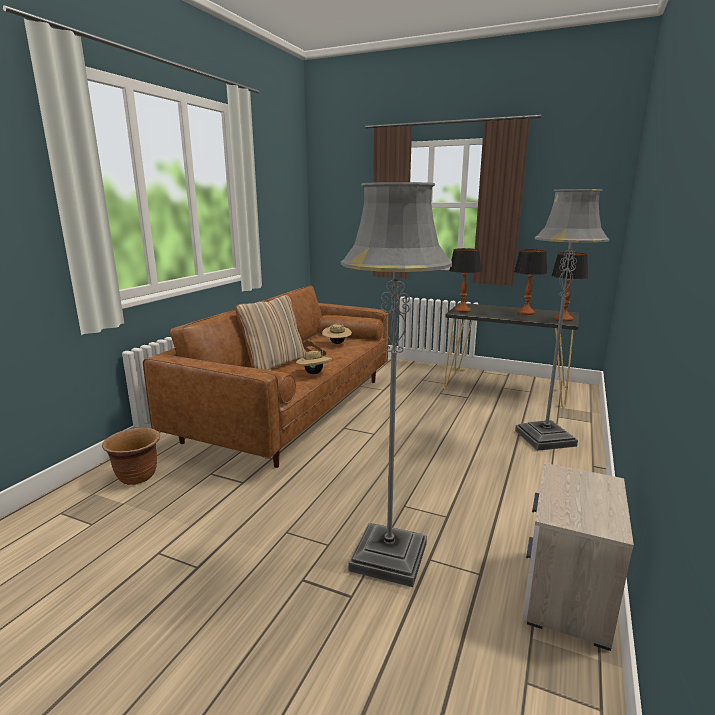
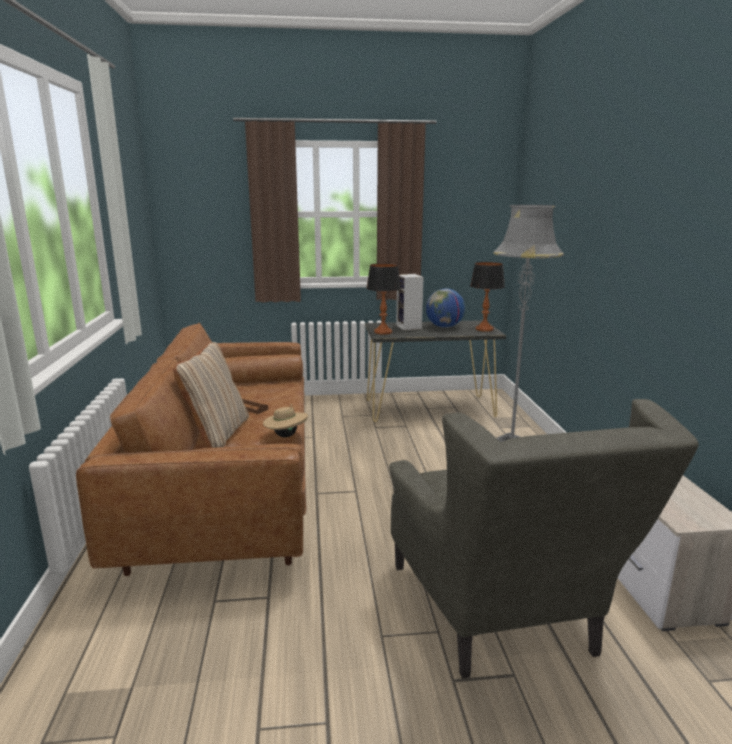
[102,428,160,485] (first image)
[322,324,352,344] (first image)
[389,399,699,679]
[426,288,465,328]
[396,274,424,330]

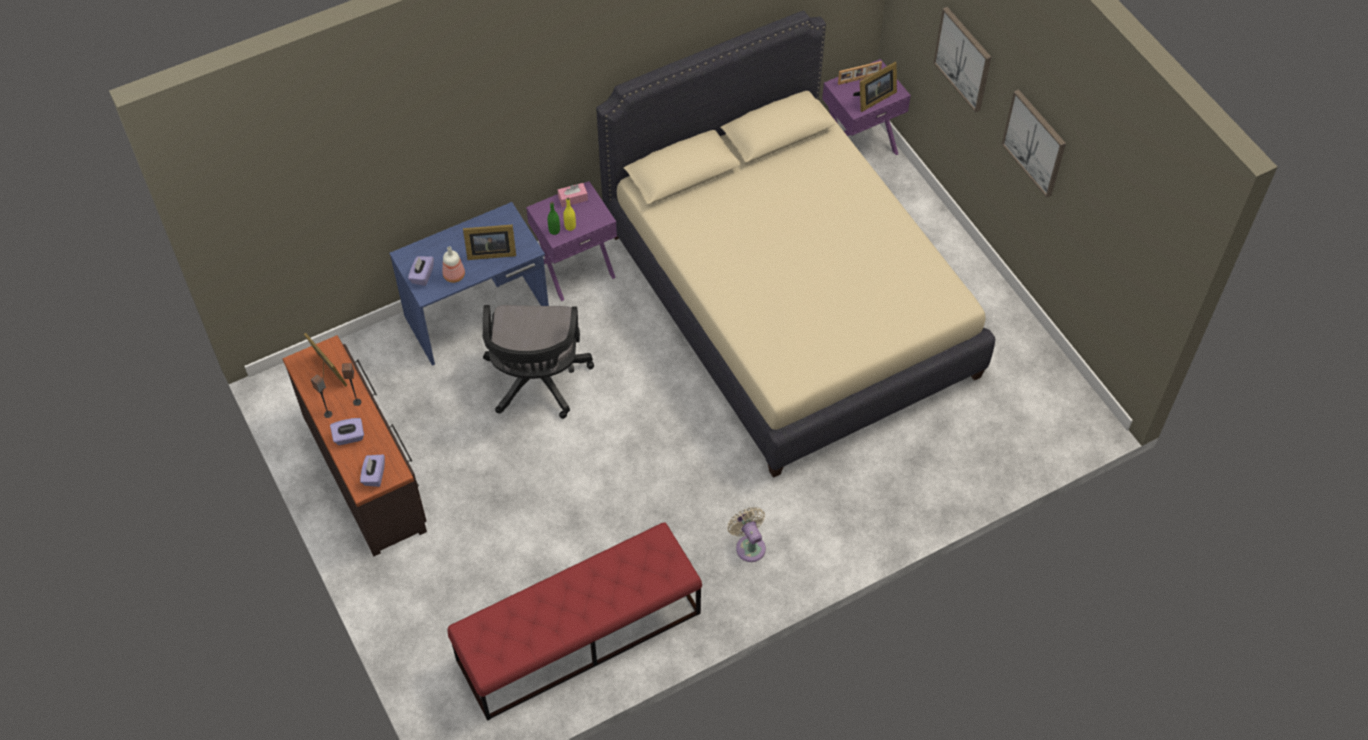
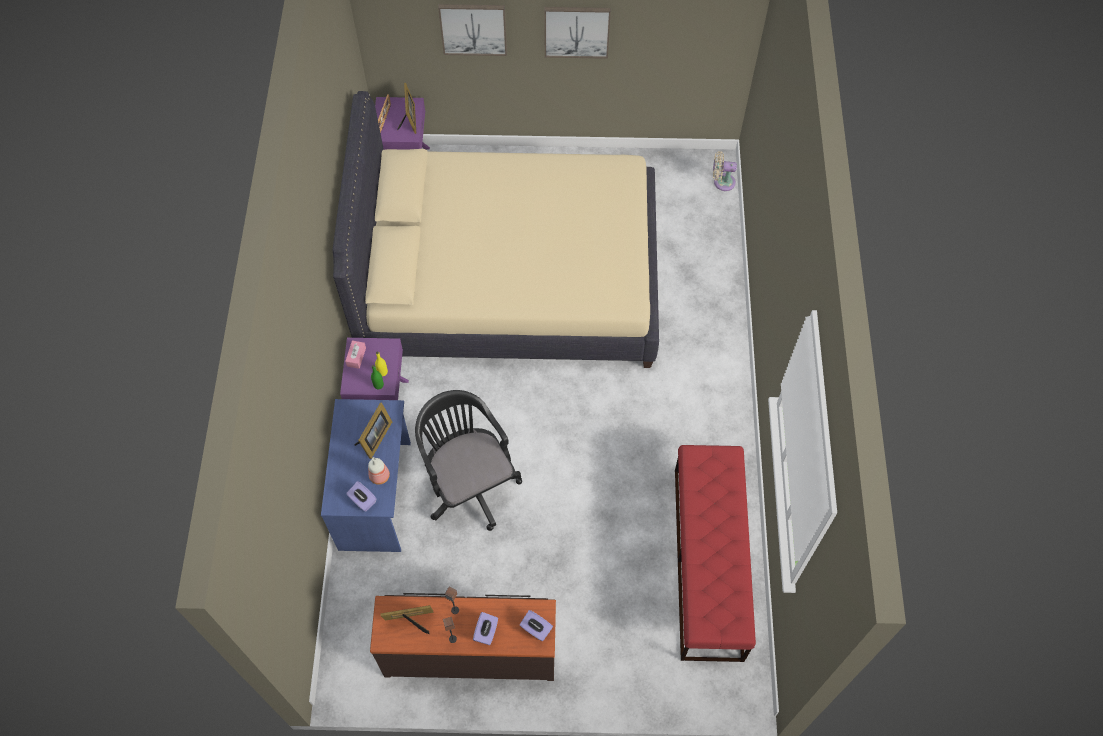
[415,390,522,531]
[713,151,737,191]

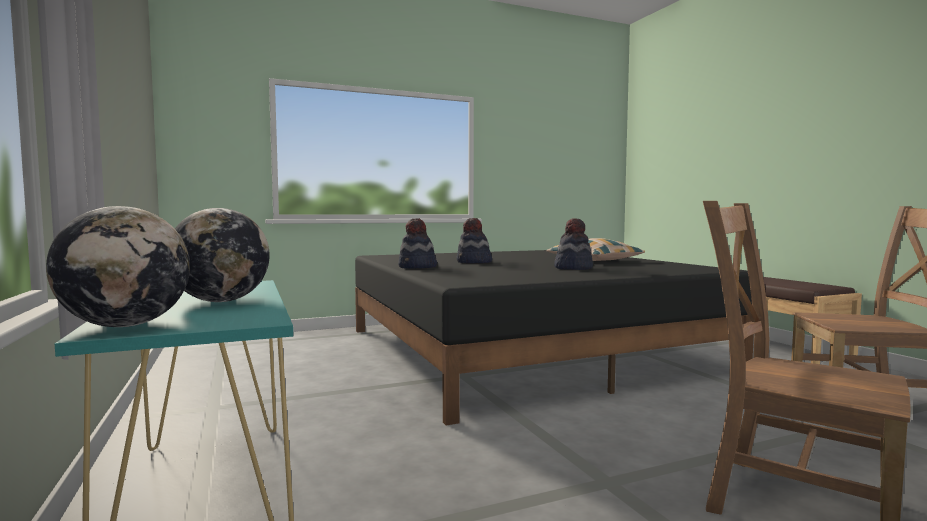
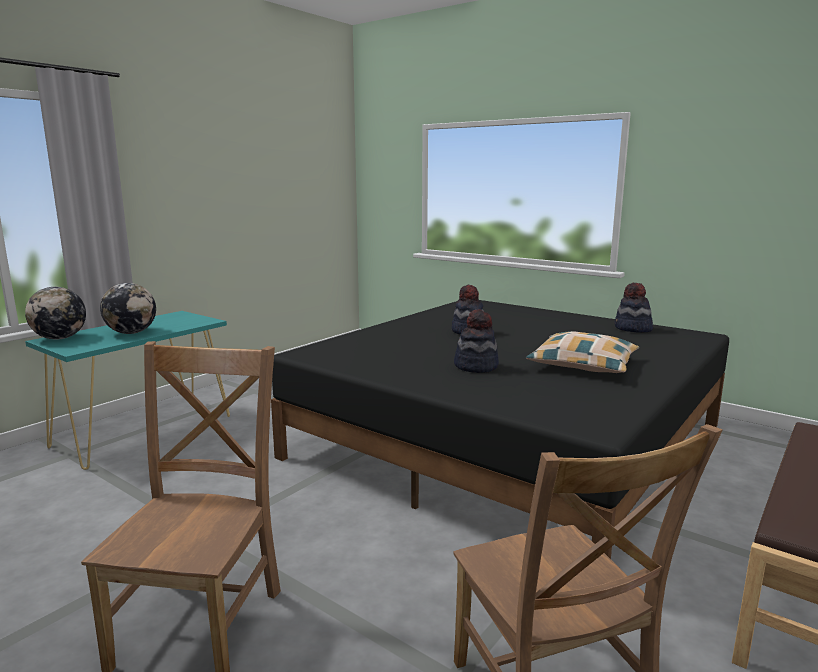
[614,283,653,332]

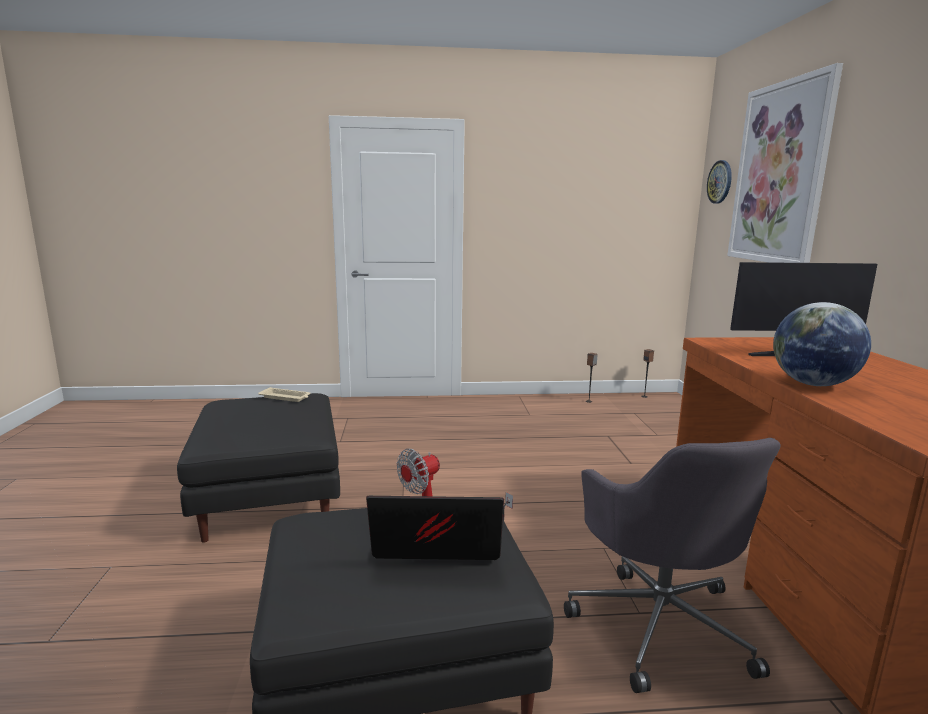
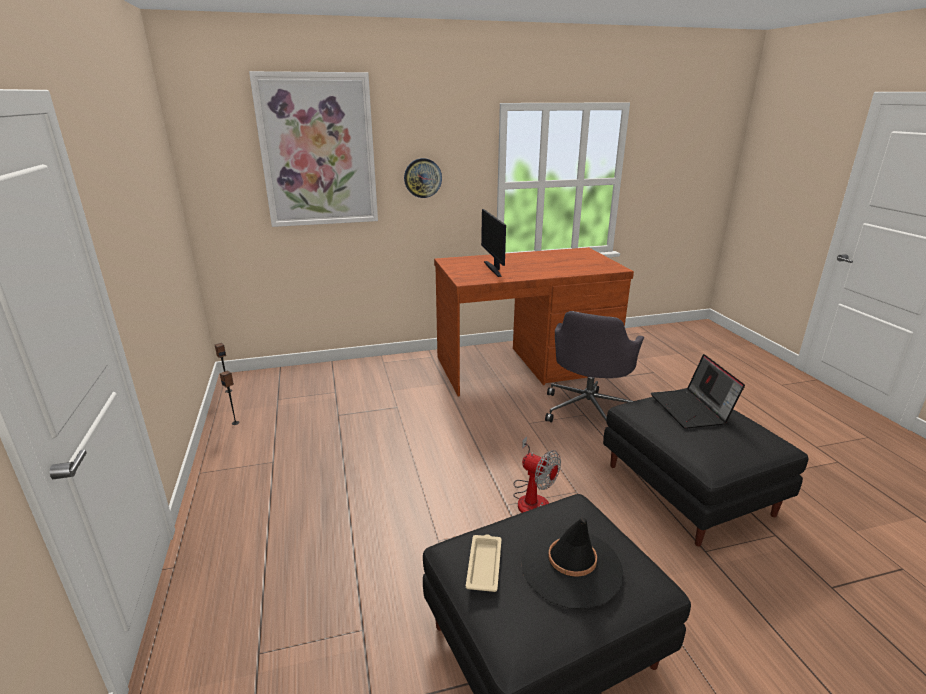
[545,311,644,422]
[404,158,442,198]
[773,302,871,386] (first image)
[522,518,623,609]

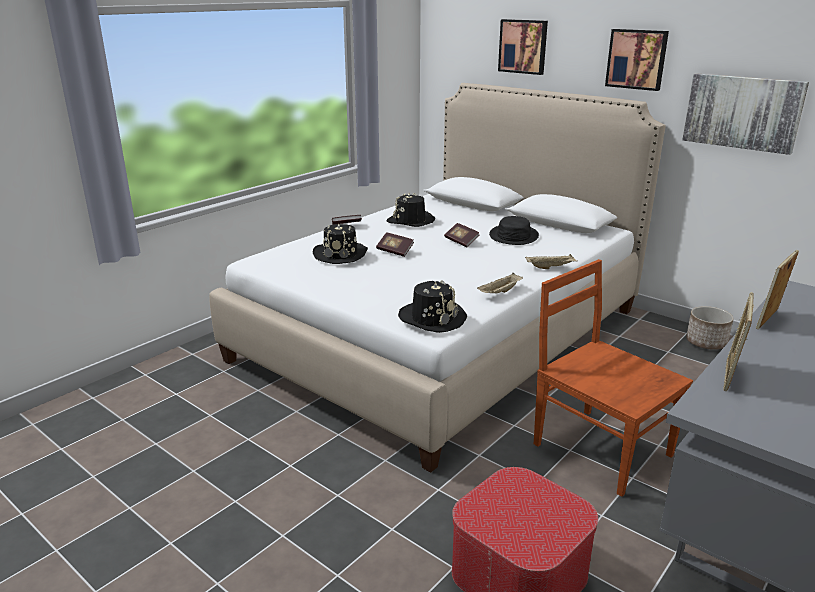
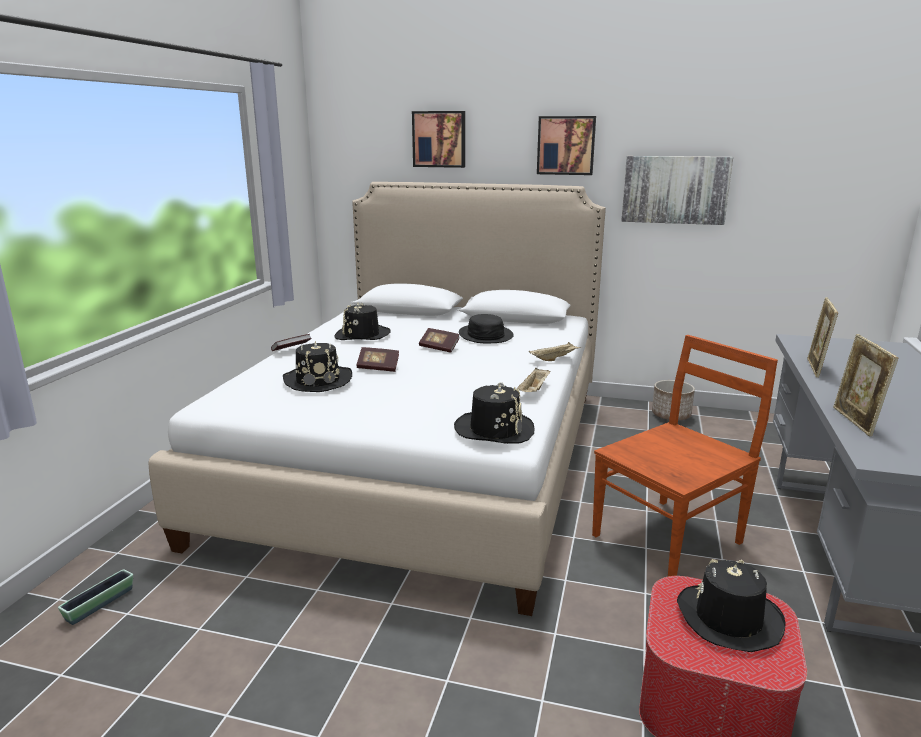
[592,335,778,576]
[58,569,133,625]
[677,559,786,652]

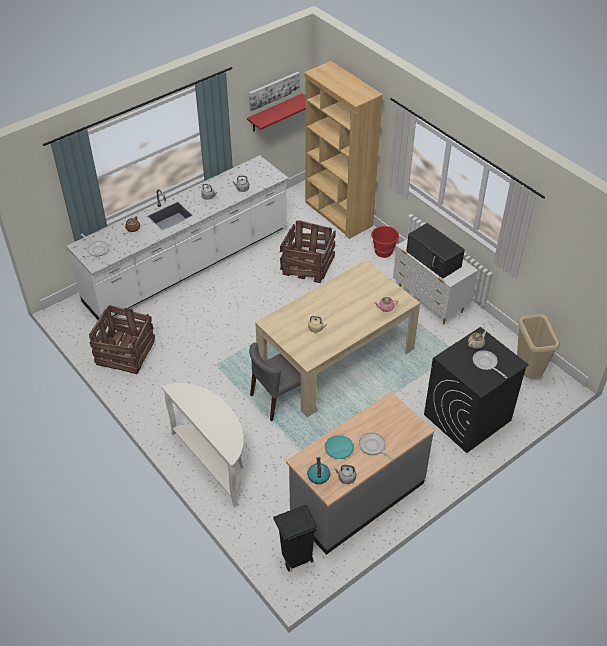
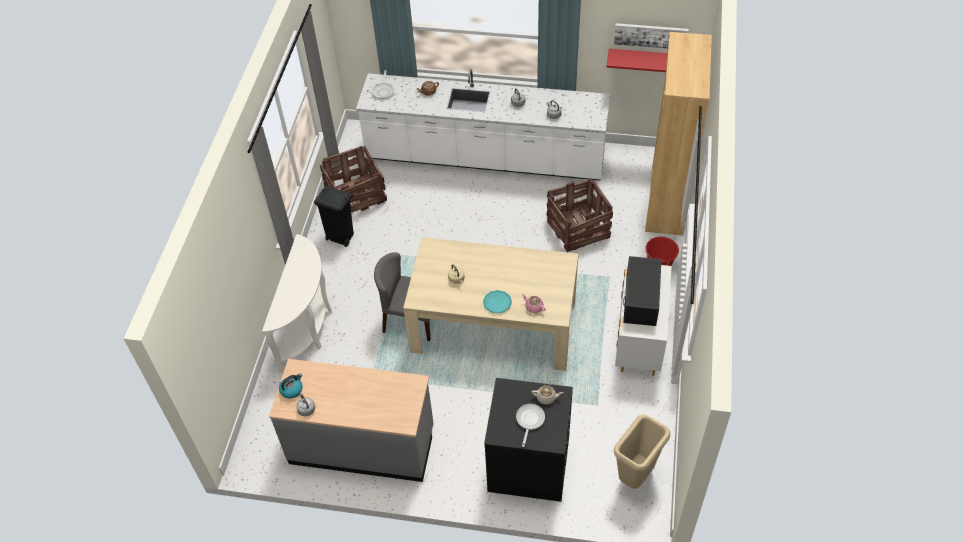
[314,186,354,247]
[483,290,512,314]
[359,432,393,460] (first image)

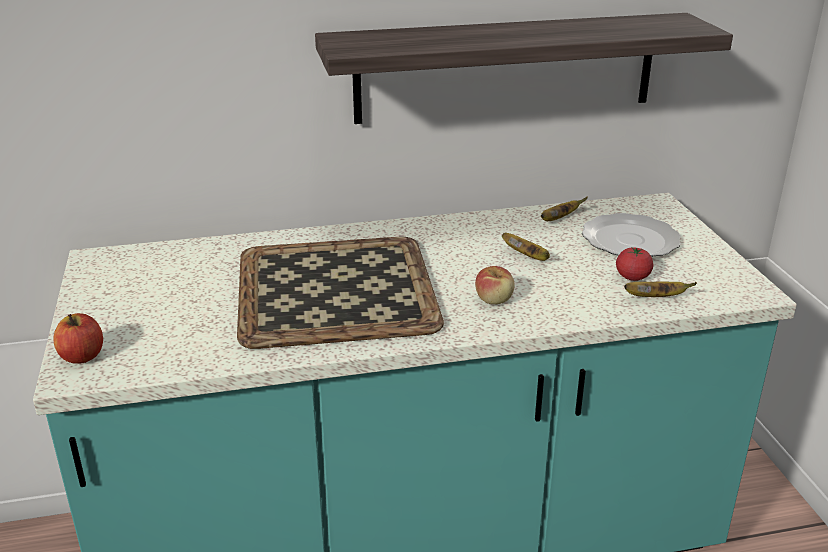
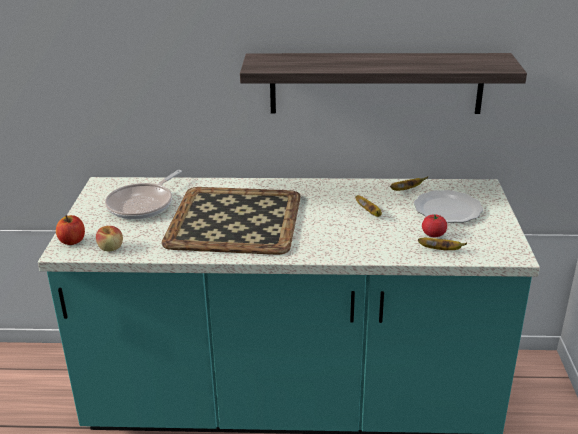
[96,226,123,251]
[105,170,182,219]

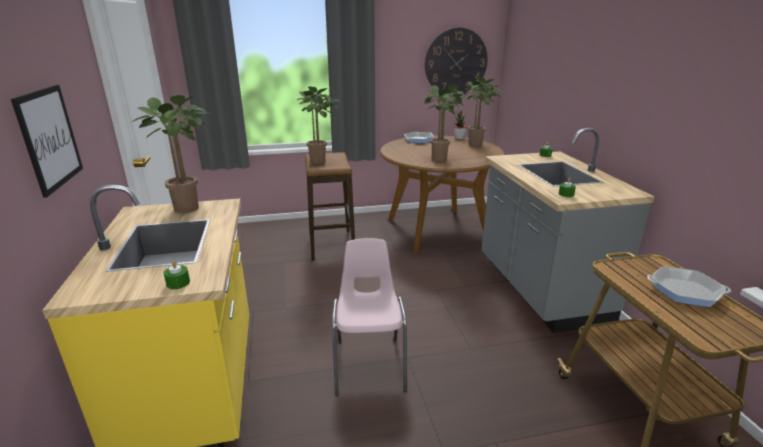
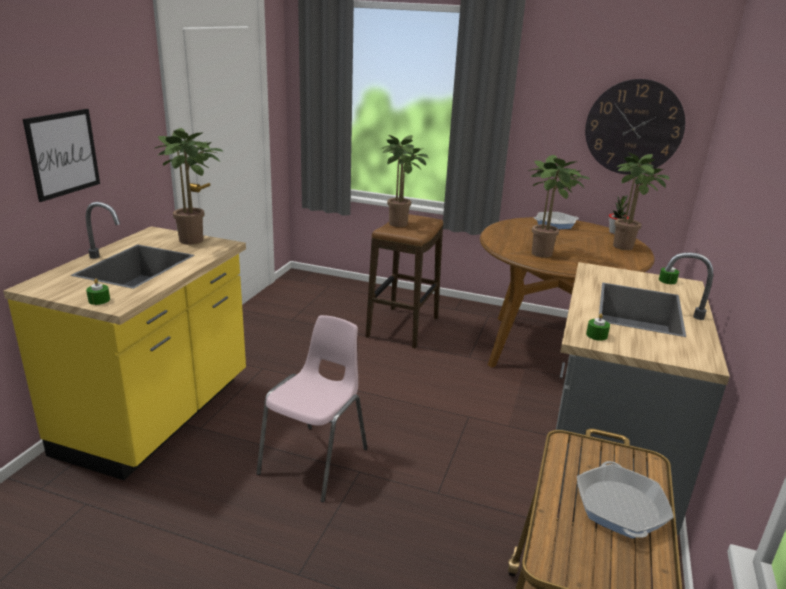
[577,461,674,539]

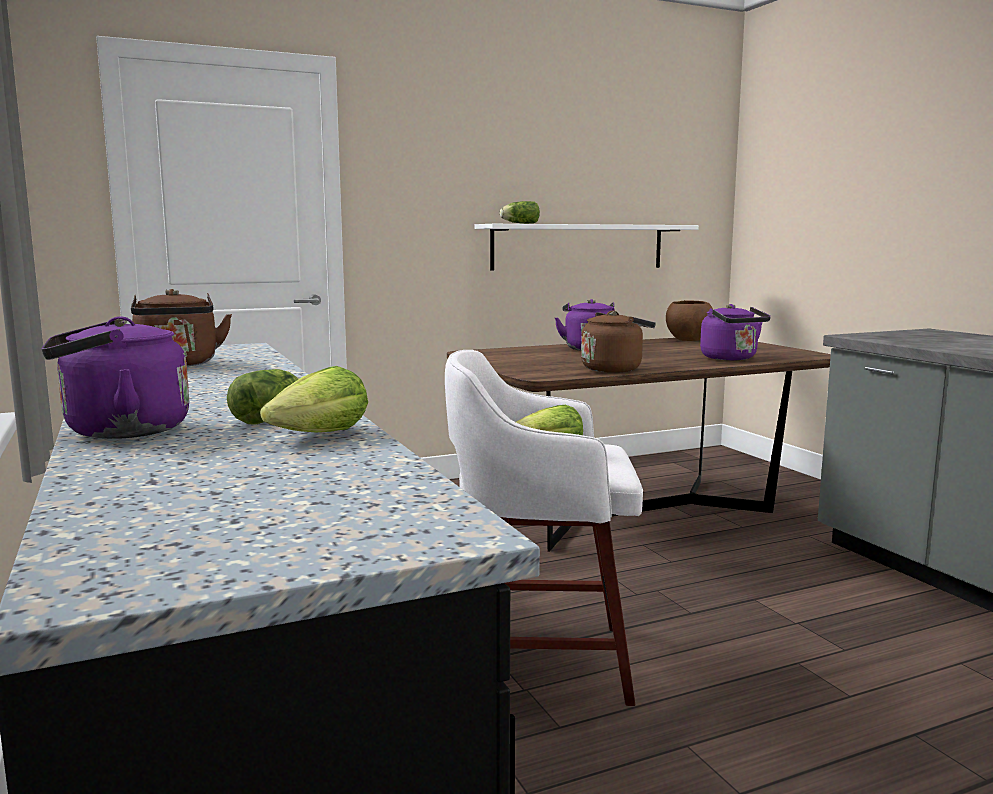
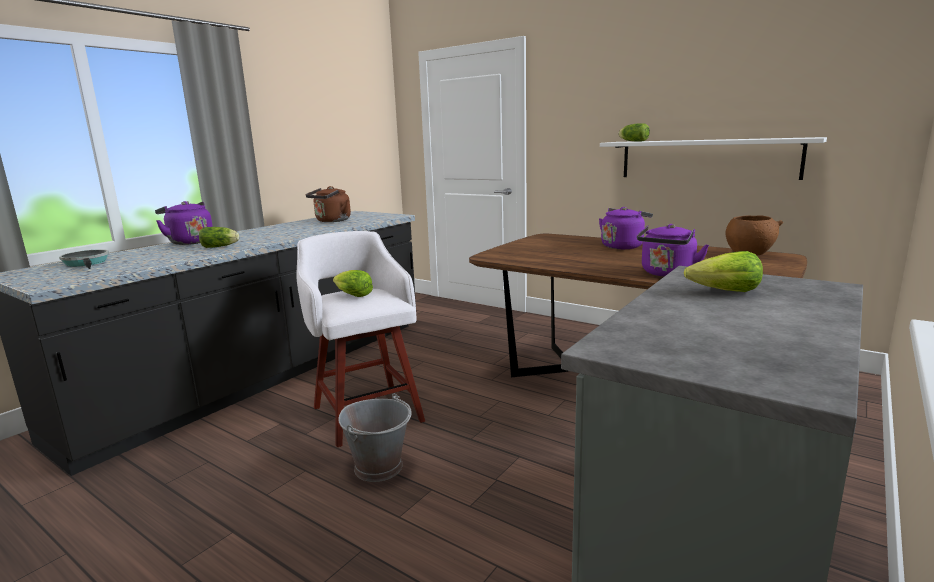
[684,251,763,292]
[581,311,656,373] (first image)
[59,249,109,269]
[338,393,412,482]

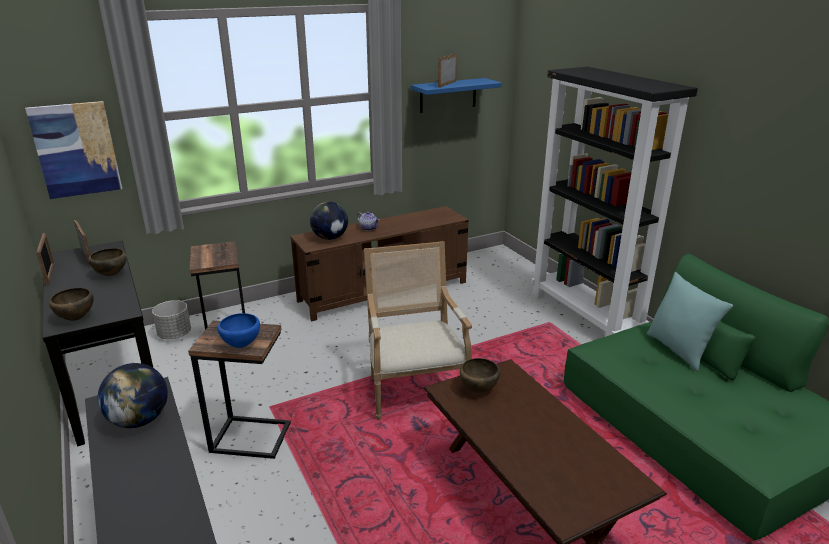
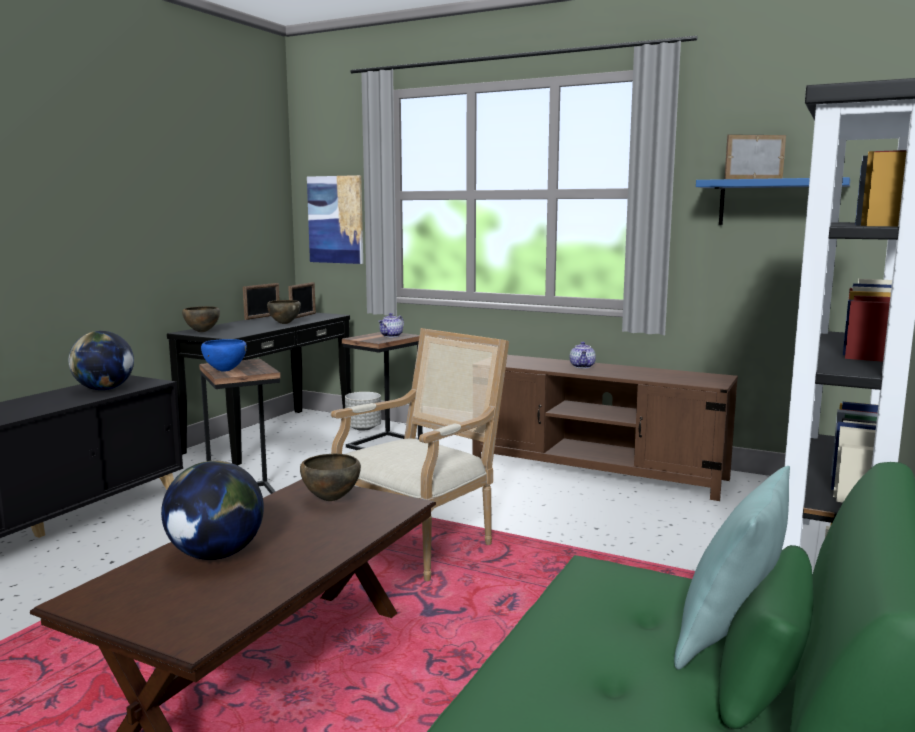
[161,461,264,560]
[378,313,404,337]

